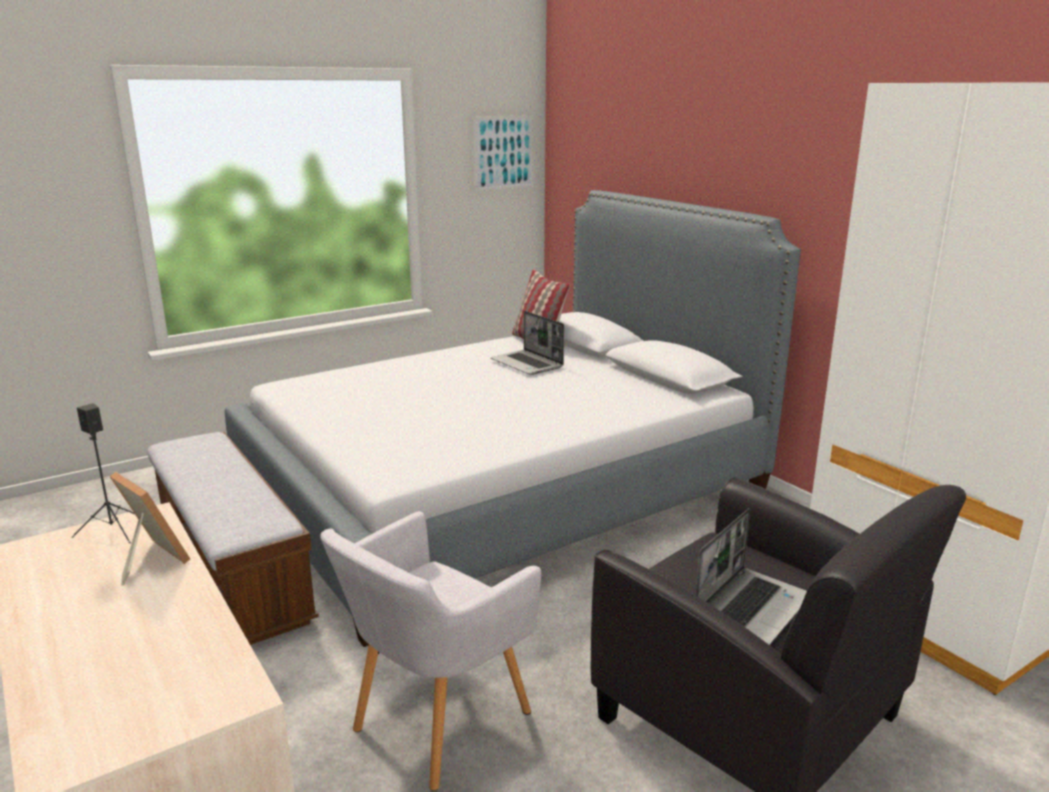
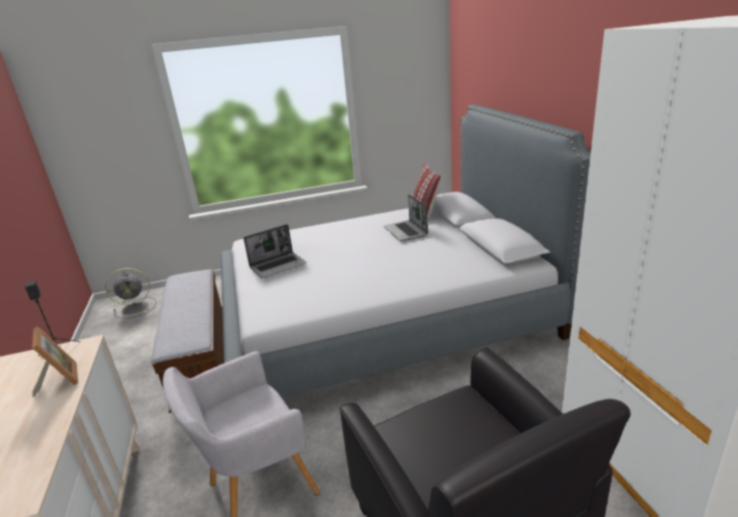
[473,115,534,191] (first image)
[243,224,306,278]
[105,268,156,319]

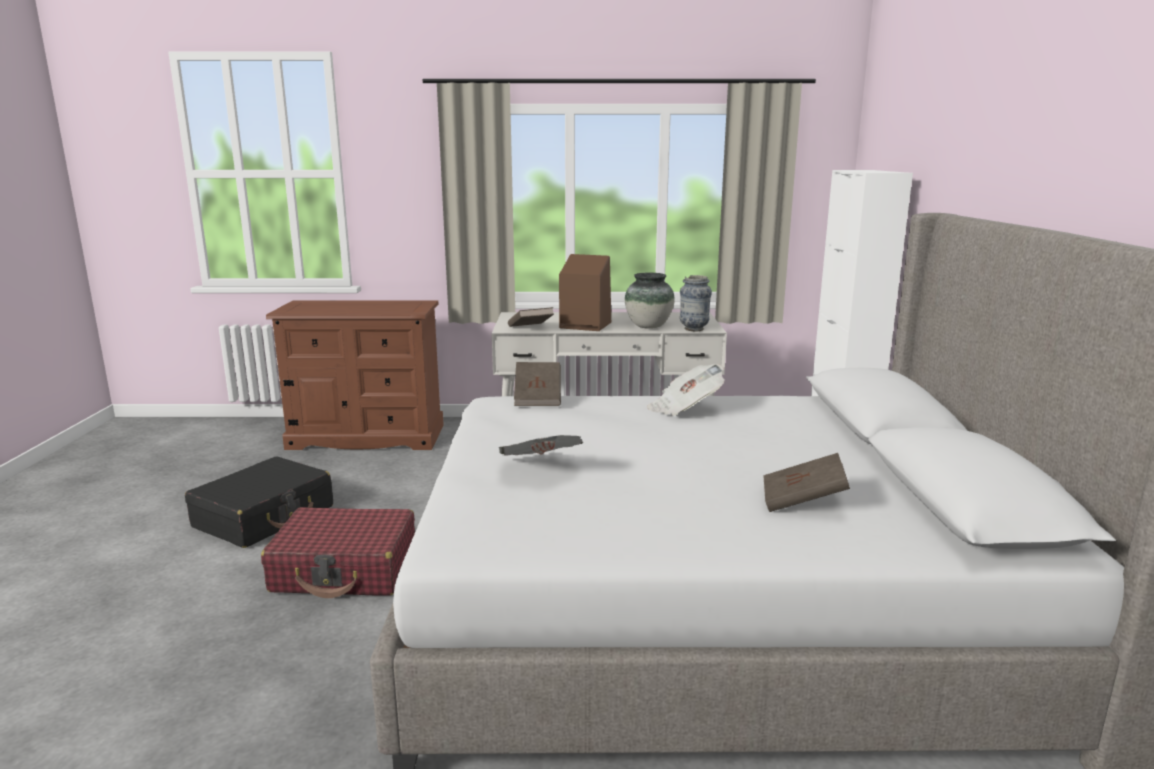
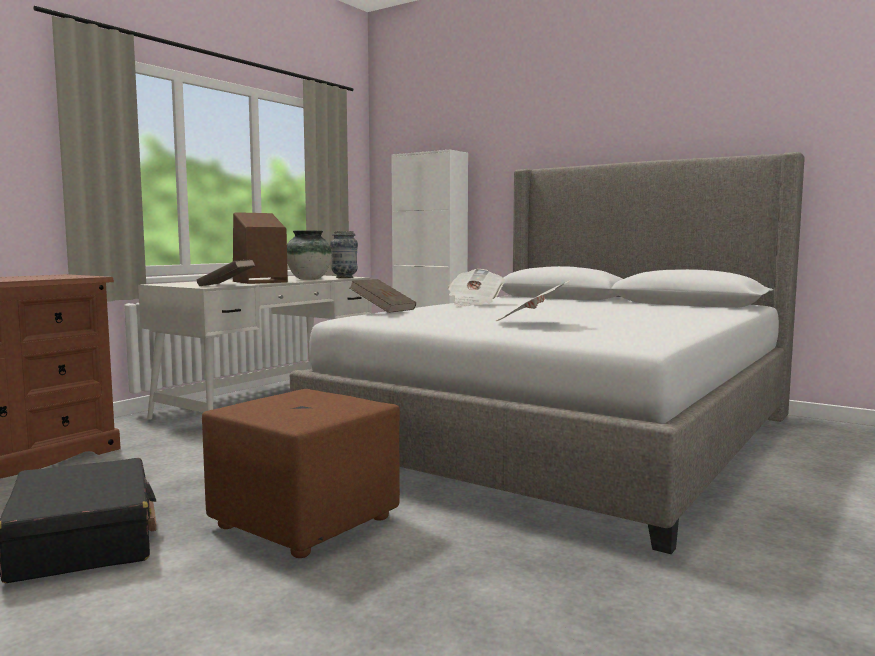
[202,389,400,558]
[763,453,850,512] (first image)

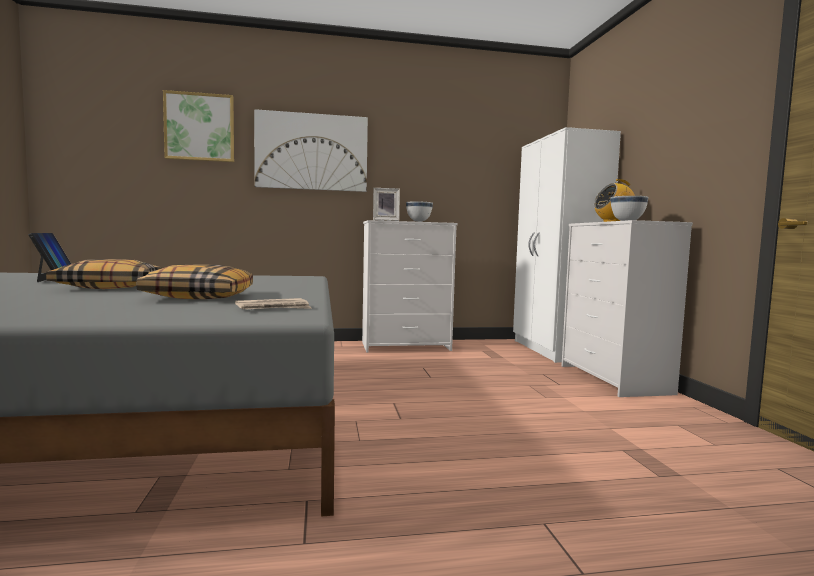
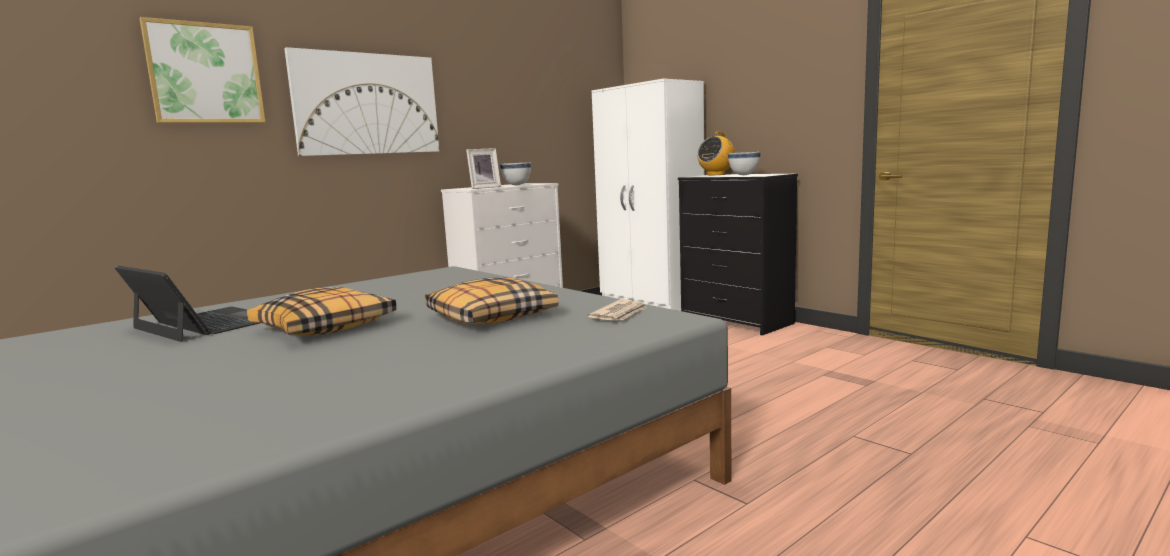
[678,174,798,335]

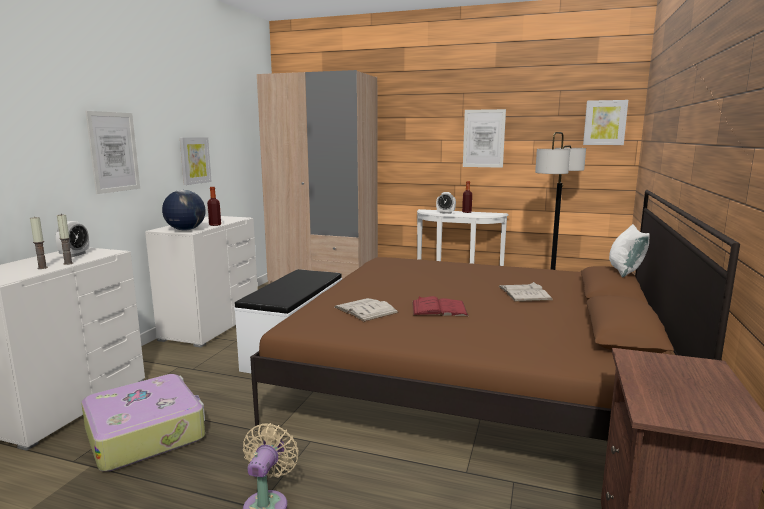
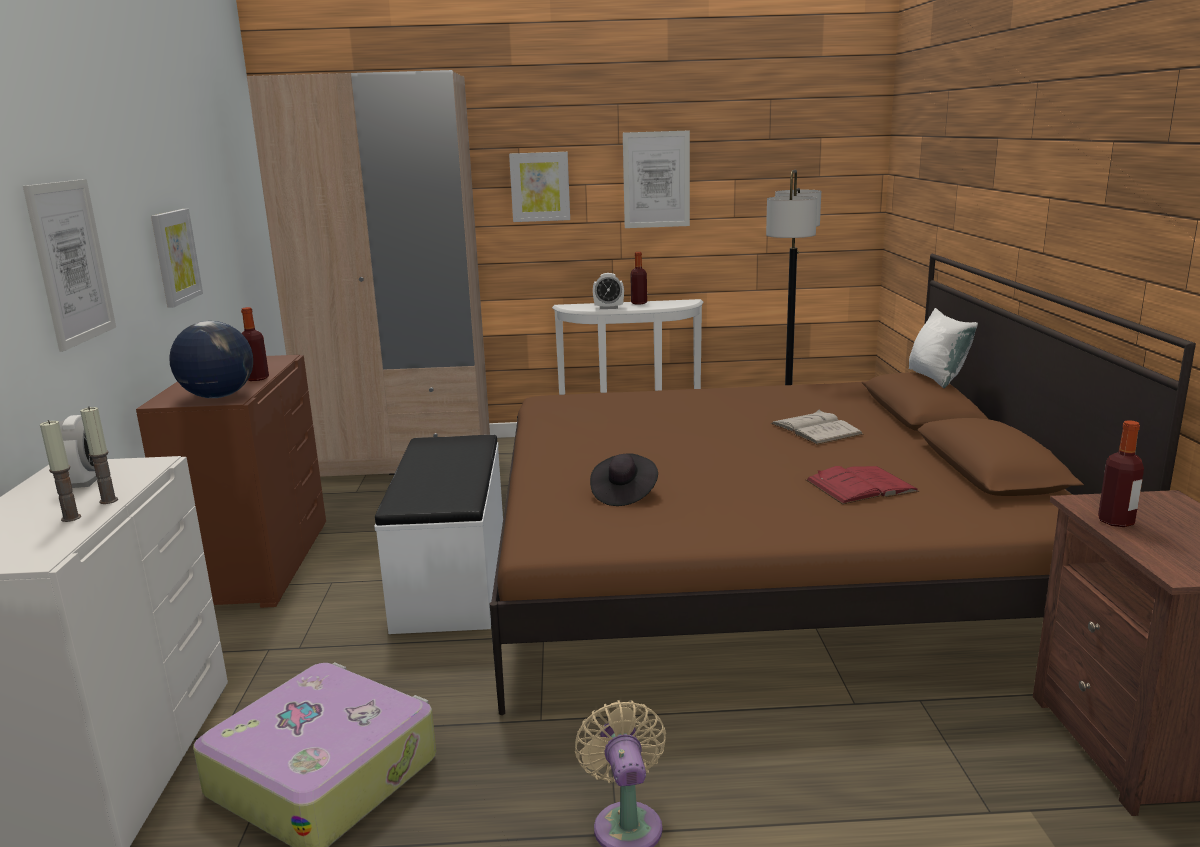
[136,355,326,608]
[590,453,658,506]
[806,466,919,504]
[509,152,570,222]
[1098,420,1144,527]

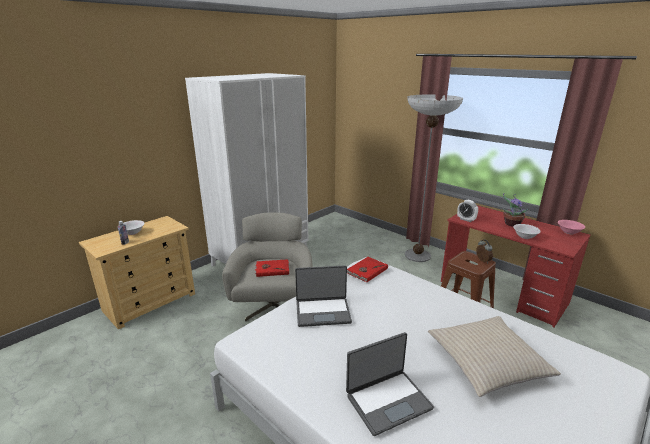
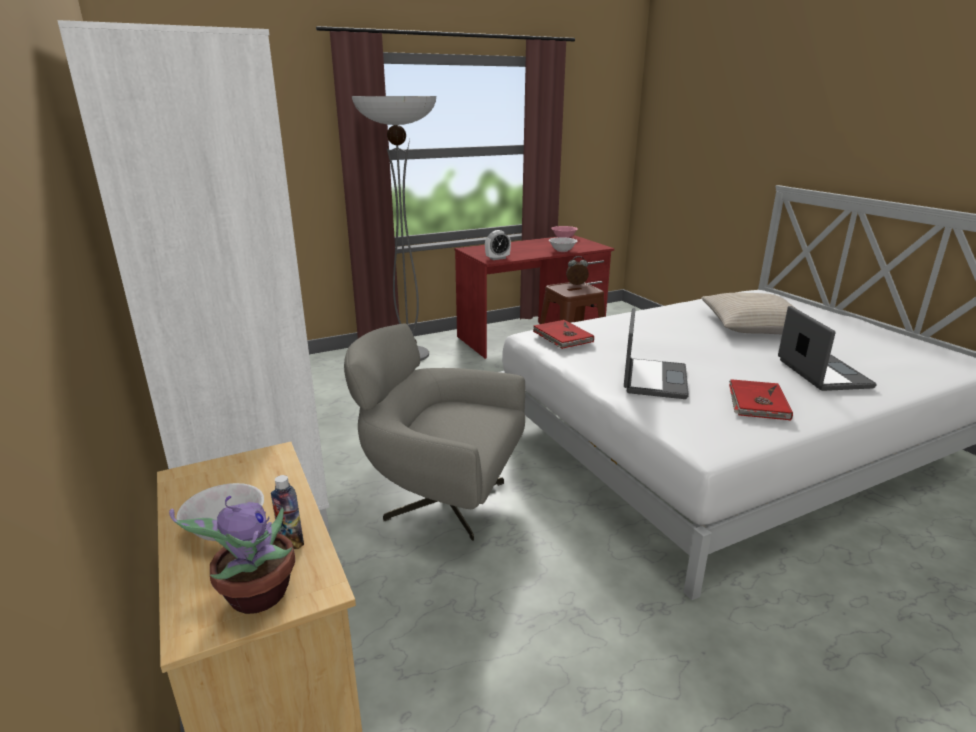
[729,379,793,421]
[169,496,295,614]

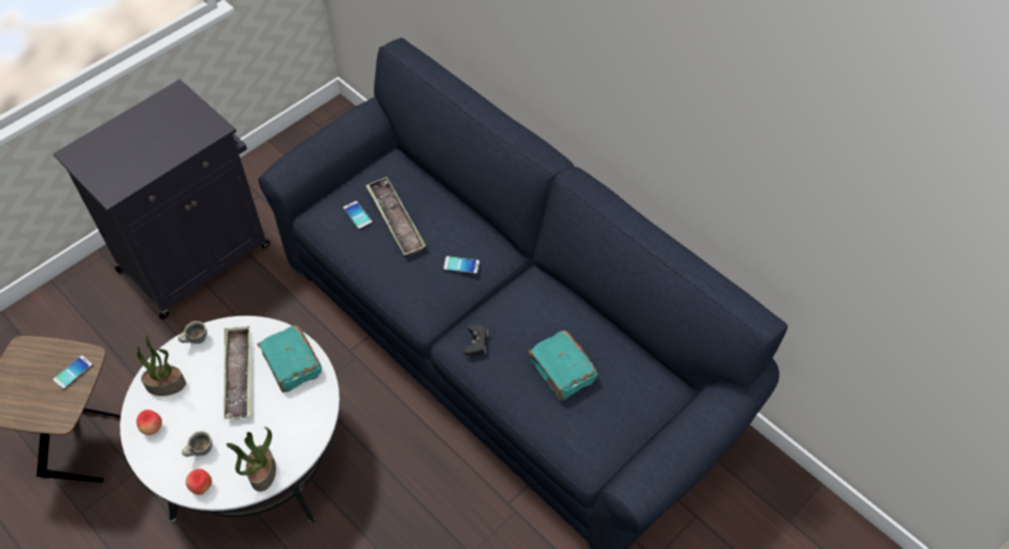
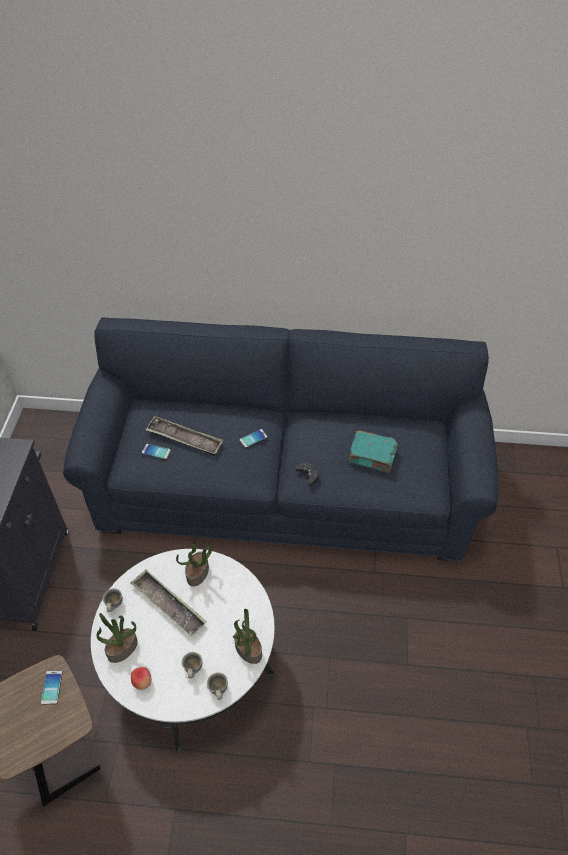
[207,672,228,700]
[176,541,212,587]

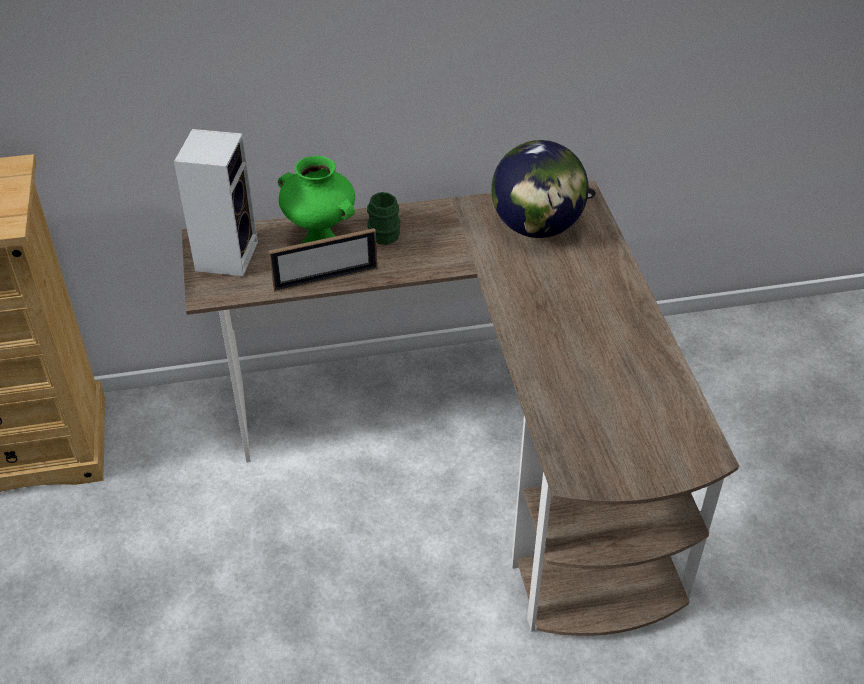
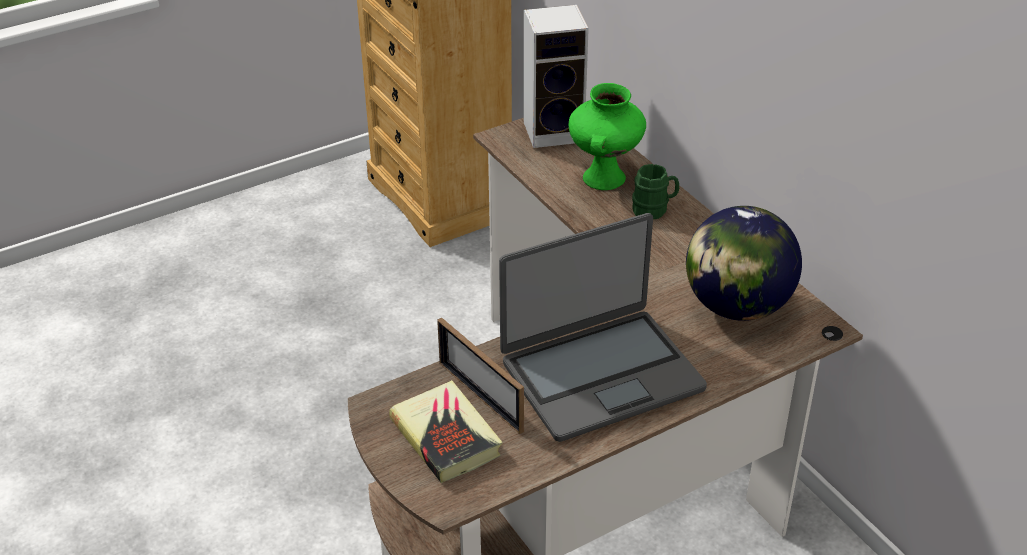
[437,317,524,434]
[389,380,502,483]
[499,213,707,442]

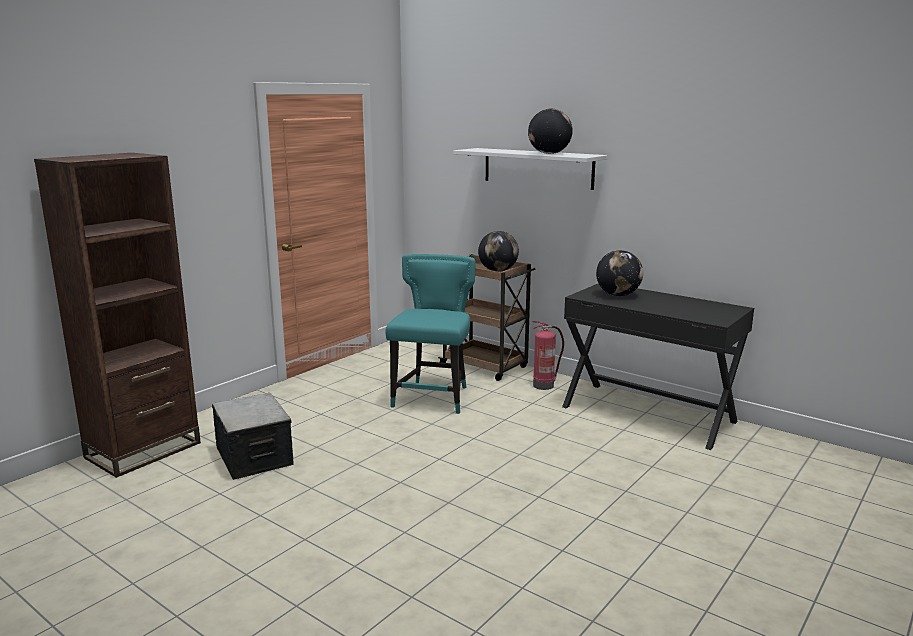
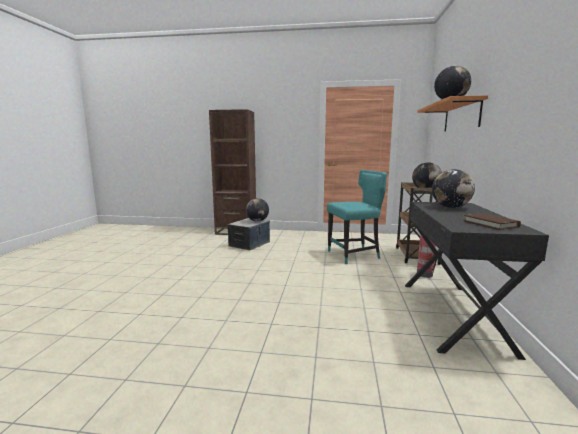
[417,95,488,131]
[246,198,269,222]
[464,213,521,230]

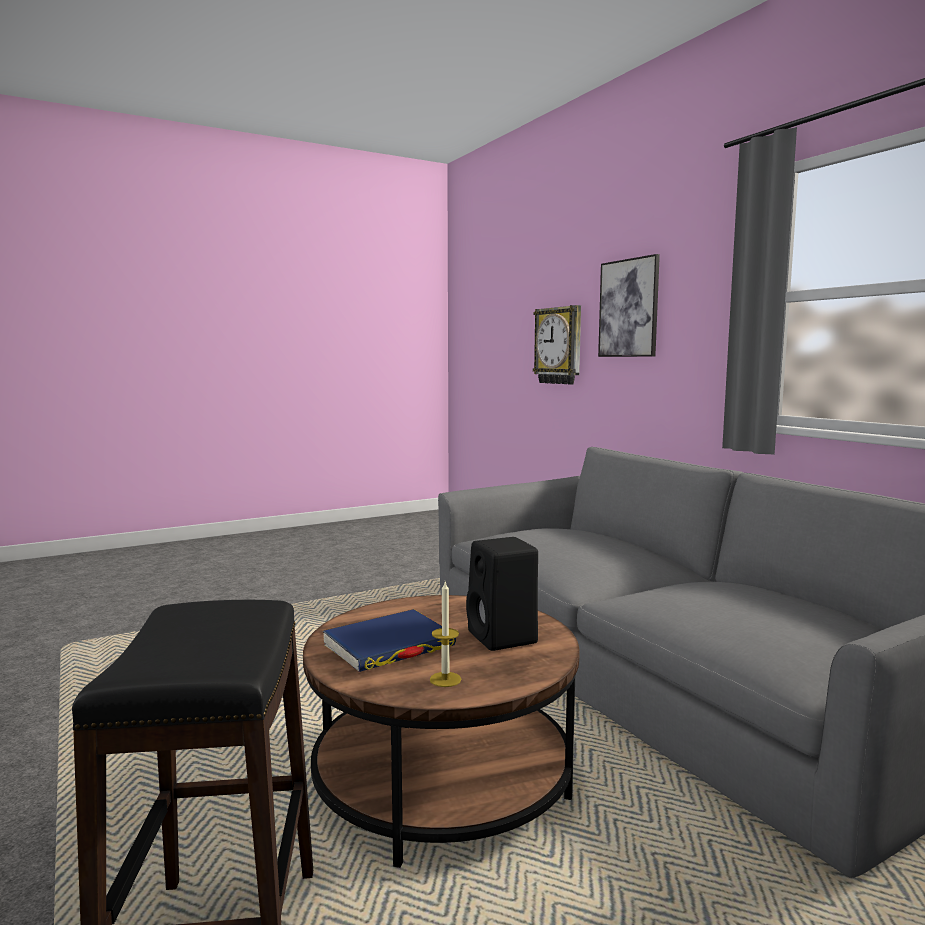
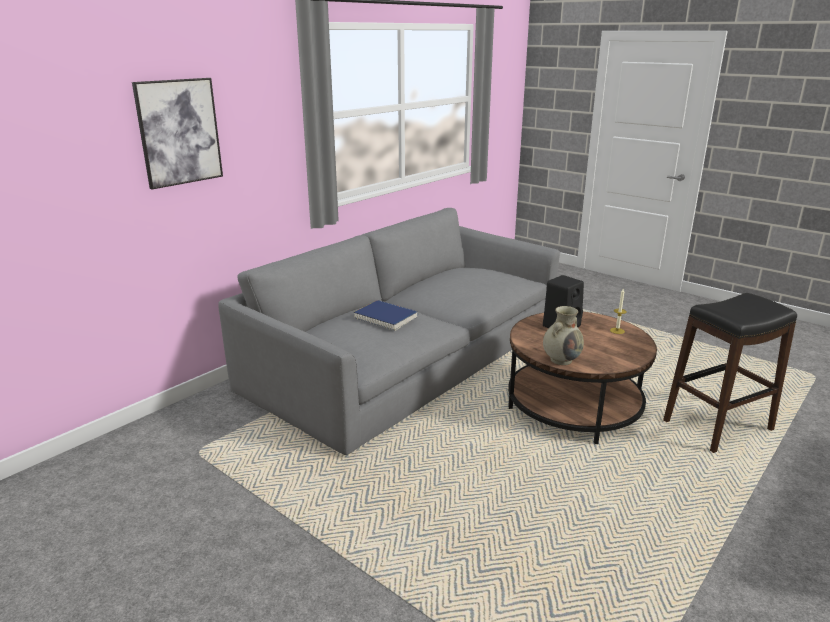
[353,300,418,331]
[533,305,581,385] (first image)
[543,306,584,365]

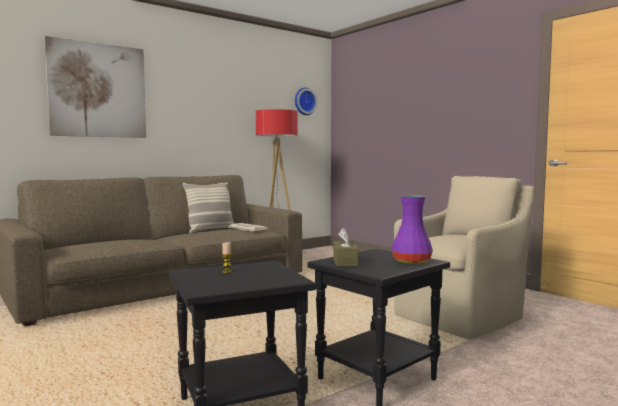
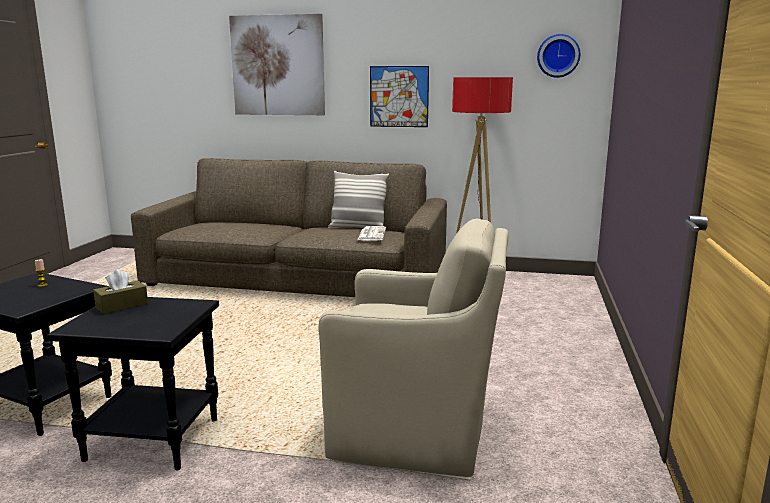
[391,195,433,264] (first image)
[370,66,429,127]

